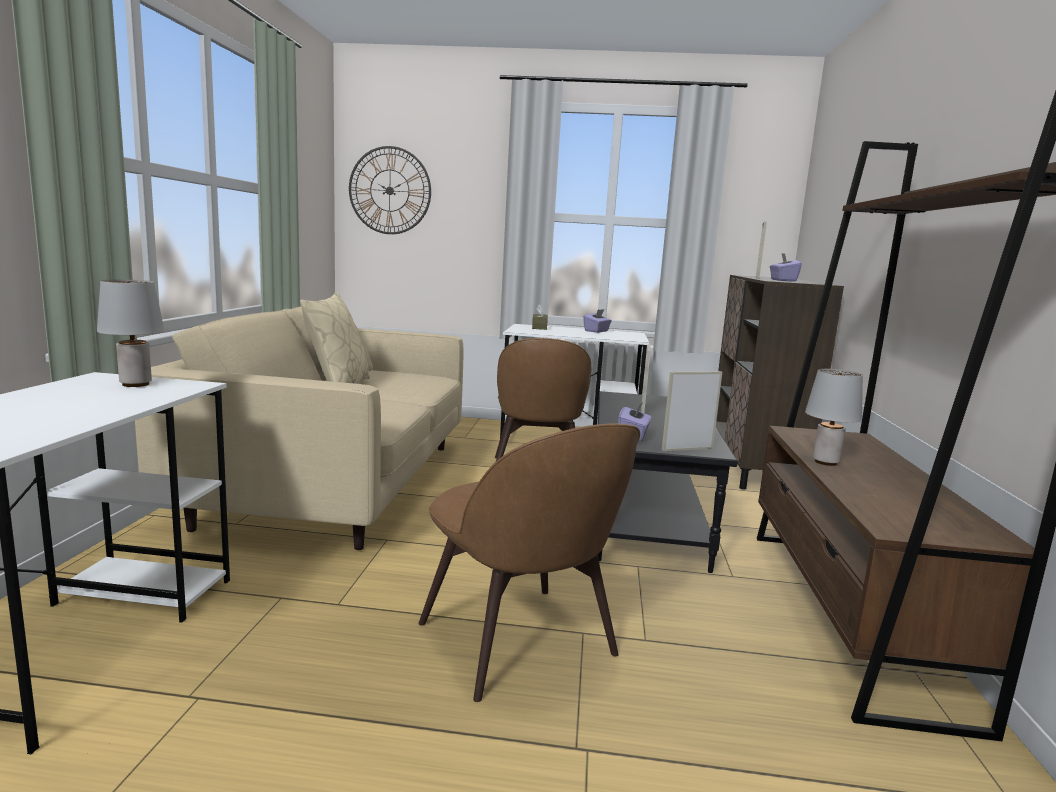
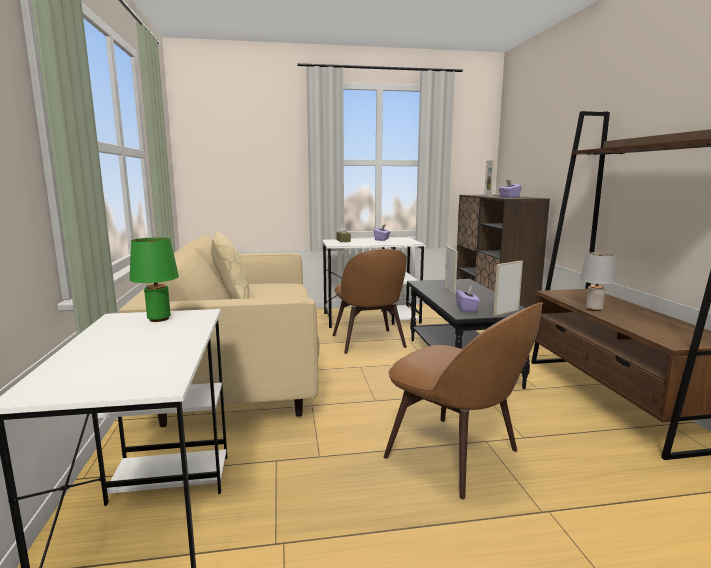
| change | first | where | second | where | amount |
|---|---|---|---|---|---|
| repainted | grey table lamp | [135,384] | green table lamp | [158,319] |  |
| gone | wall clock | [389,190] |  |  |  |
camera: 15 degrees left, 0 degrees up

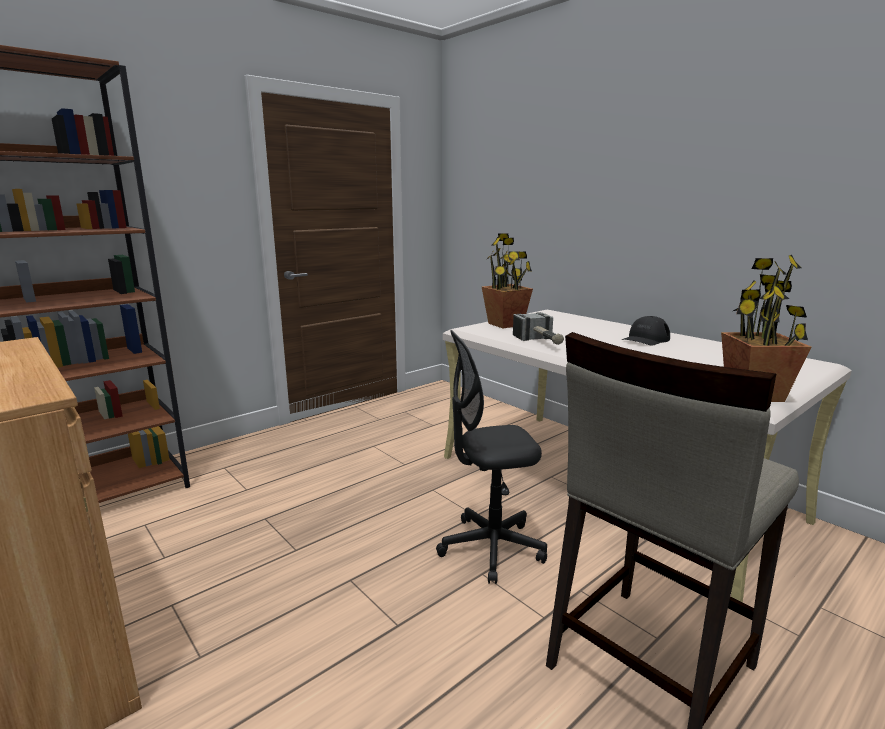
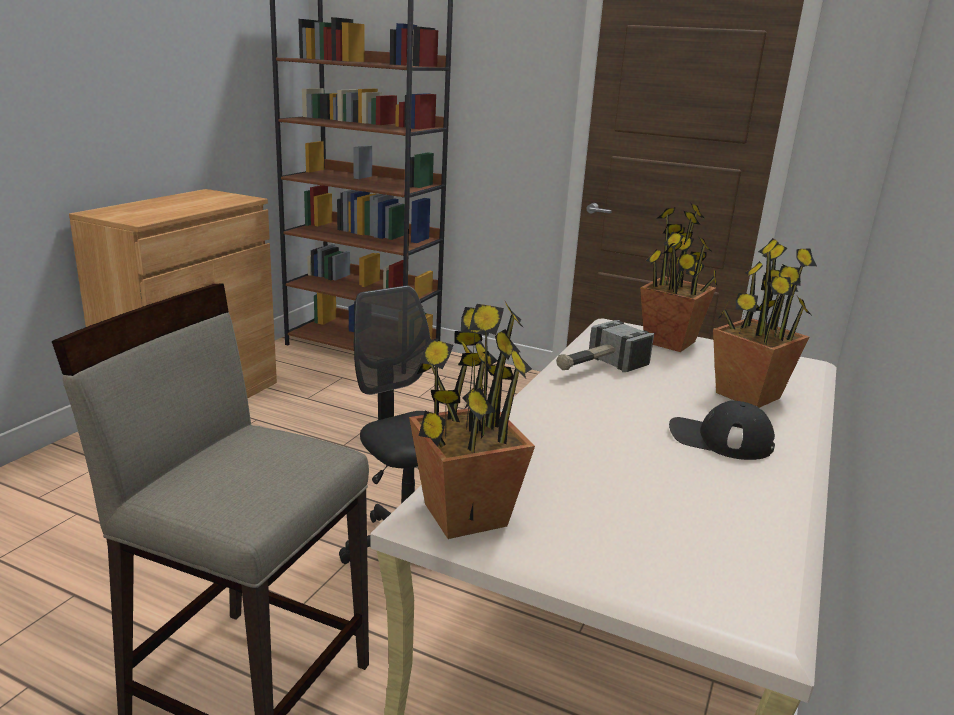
| change | first | where | second | where | amount |
|---|---|---|---|---|---|
| new |  |  | potted plant | [747,395] |  |
camera: 65 degrees right, 5 degrees up

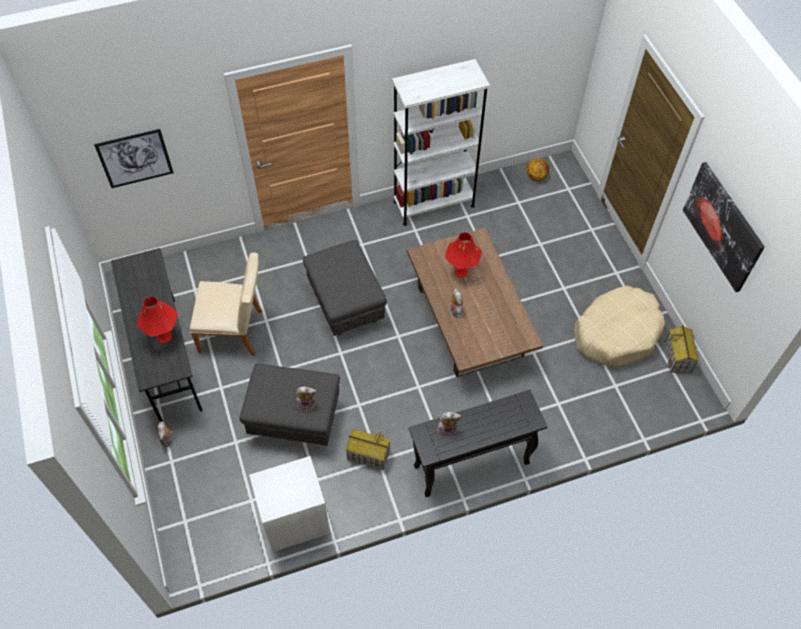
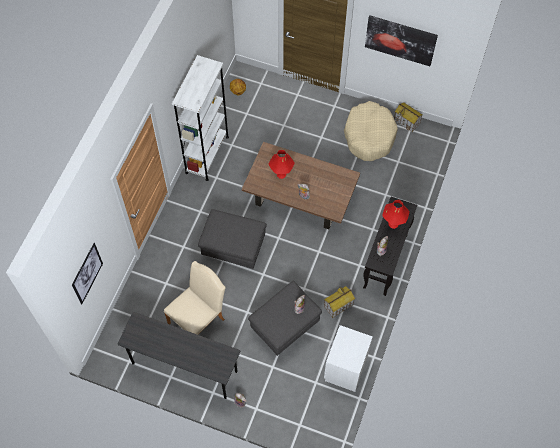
| change | first | where | second | where | amount |
|---|---|---|---|---|---|
| shifted | red table lamp | [164,336] |  | [393,224] |  |
camera: 50 degrees left, 5 degrees up

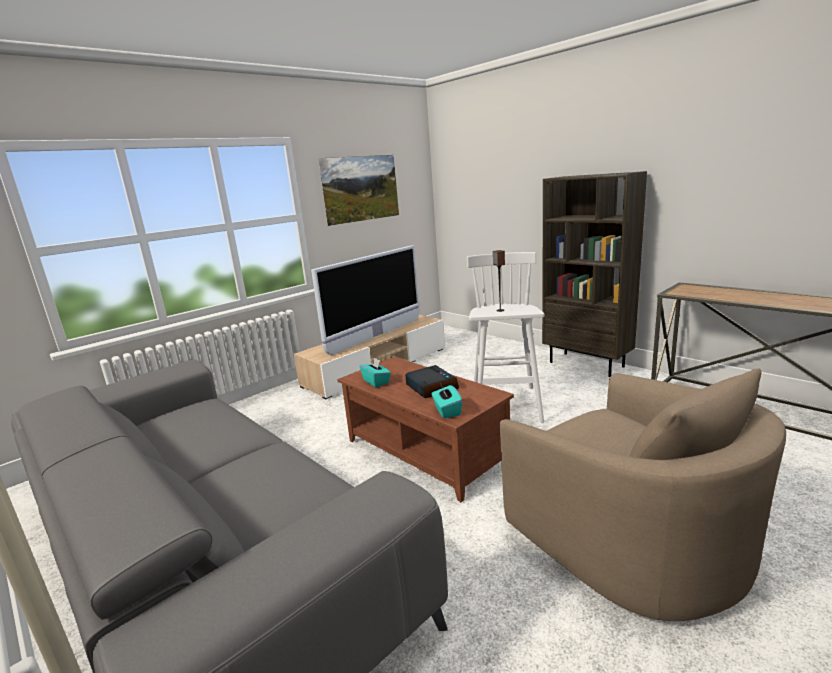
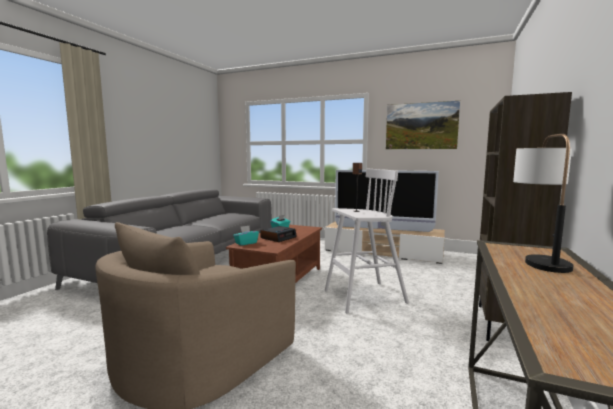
| change | first | where | second | where | amount |
|---|---|---|---|---|---|
| new |  |  | table lamp | [538,259] |  |
camera: 65 degrees right, 10 degrees down

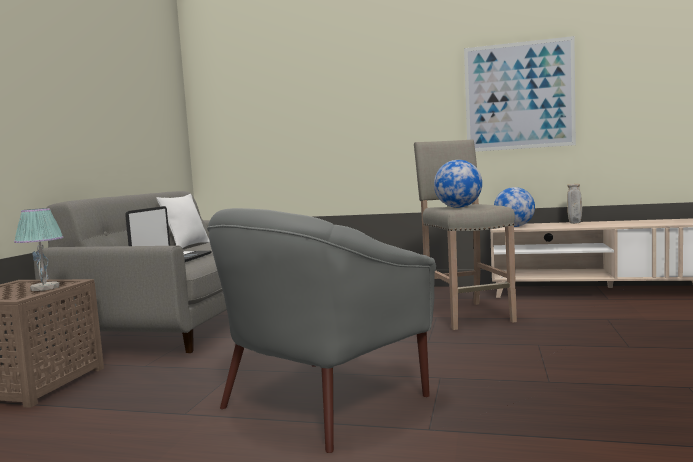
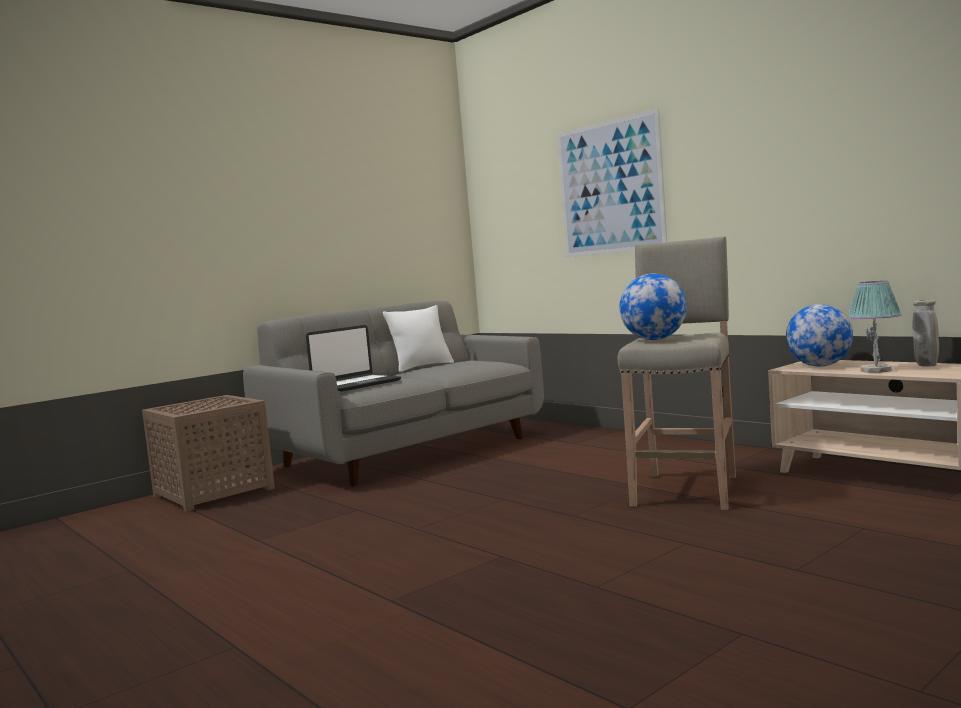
| change | first | where | second | where | amount |
|---|---|---|---|---|---|
| shifted | picture | [519,96] |  | [610,188] |  |
| shifted | table lamp | [45,288] |  | [876,370] |  |
| gone | grey armchair | [321,401] |  |  |  |
camera: 35 degrees right, 0 degrees up

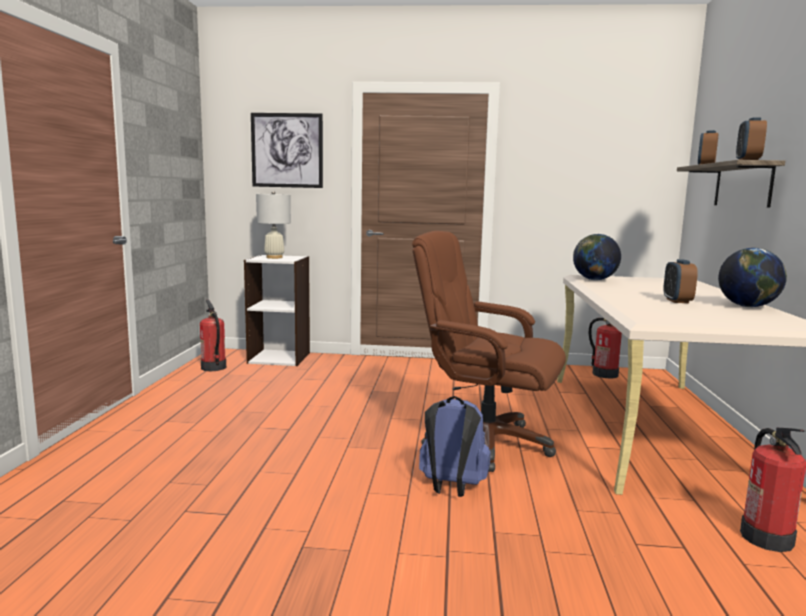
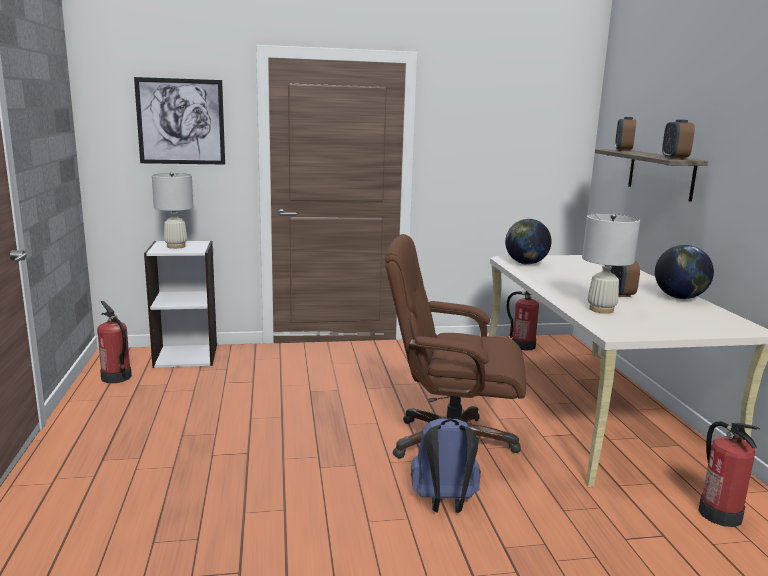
| change | first | where | second | where | amount |
|---|---|---|---|---|---|
| new |  |  | white table lamp | [601,310] |  |
camera: 15 degrees left, 5 degrees up

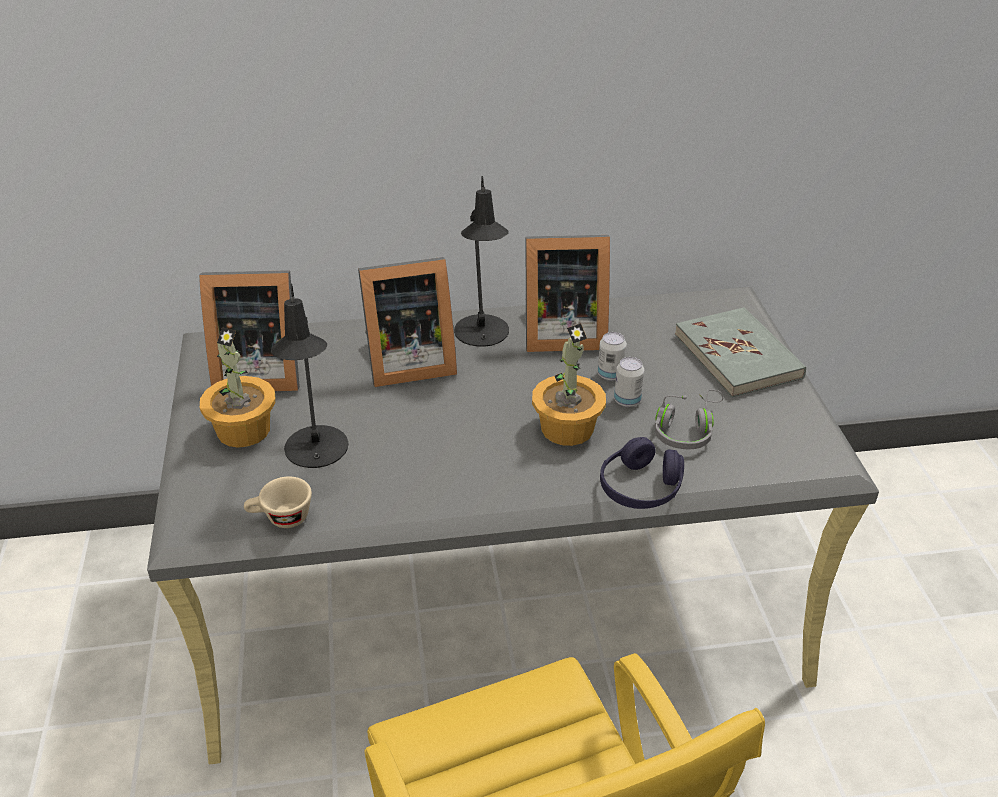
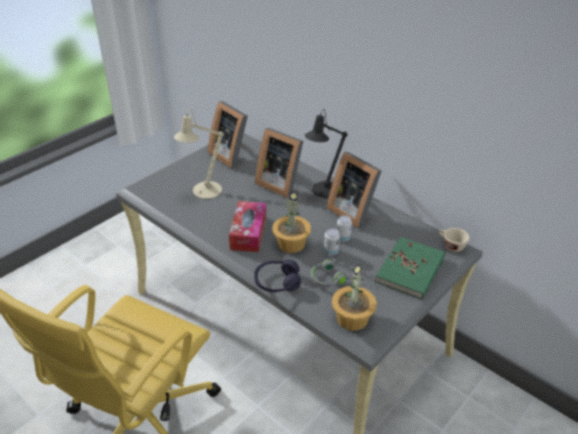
| change | first | where | second | where | amount |
|---|---|---|---|---|---|
| repainted | black table lamp | [316,453] | beige table lamp | [204,192] |  |
| new |  |  | tissue box | [248,233] |  |
| shifted | potted plant | [244,429] |  | [353,318] |  |
| repainted | grey book | [738,356] | green book | [410,270] |  |
| shifted | beige cup | [281,518] |  | [450,245] |  |
camera: 50 degrees right, 0 degrees up

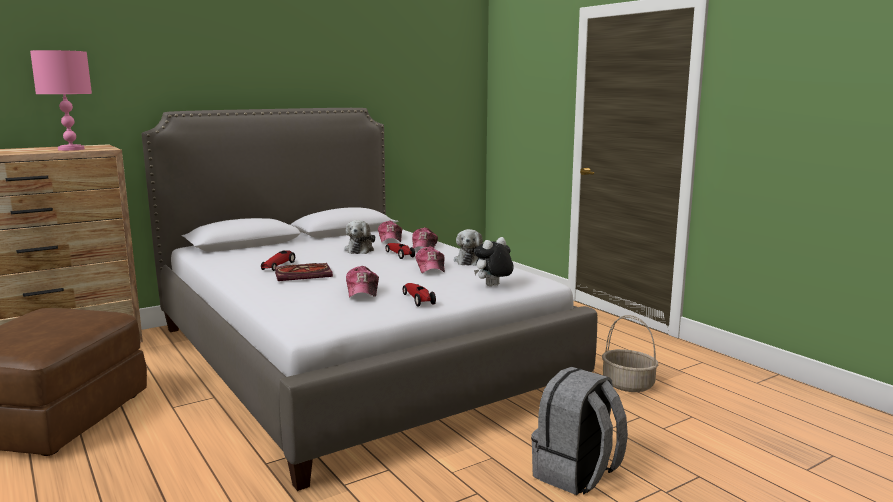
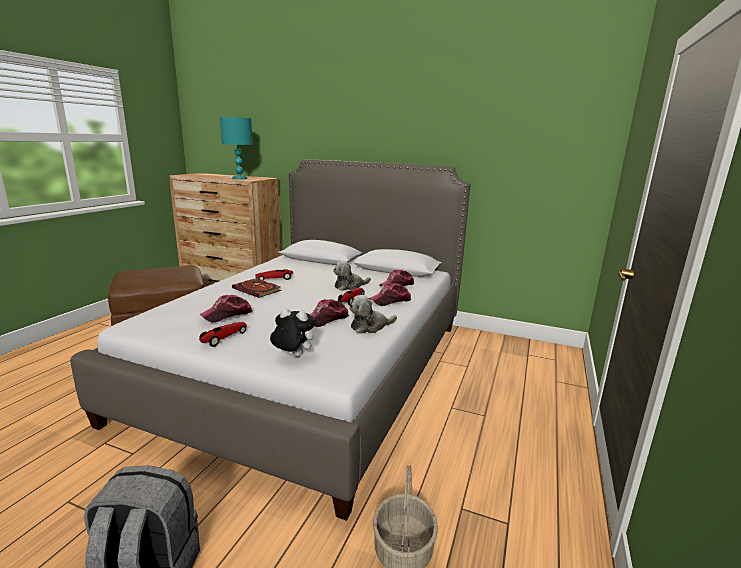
| change | first | where | second | where | amount |
|---|---|---|---|---|---|
| repainted | pink table lamp | [71,149] | turquoise table lamp | [239,178] |  |
camera: 55 degrees right, 5 degrees up

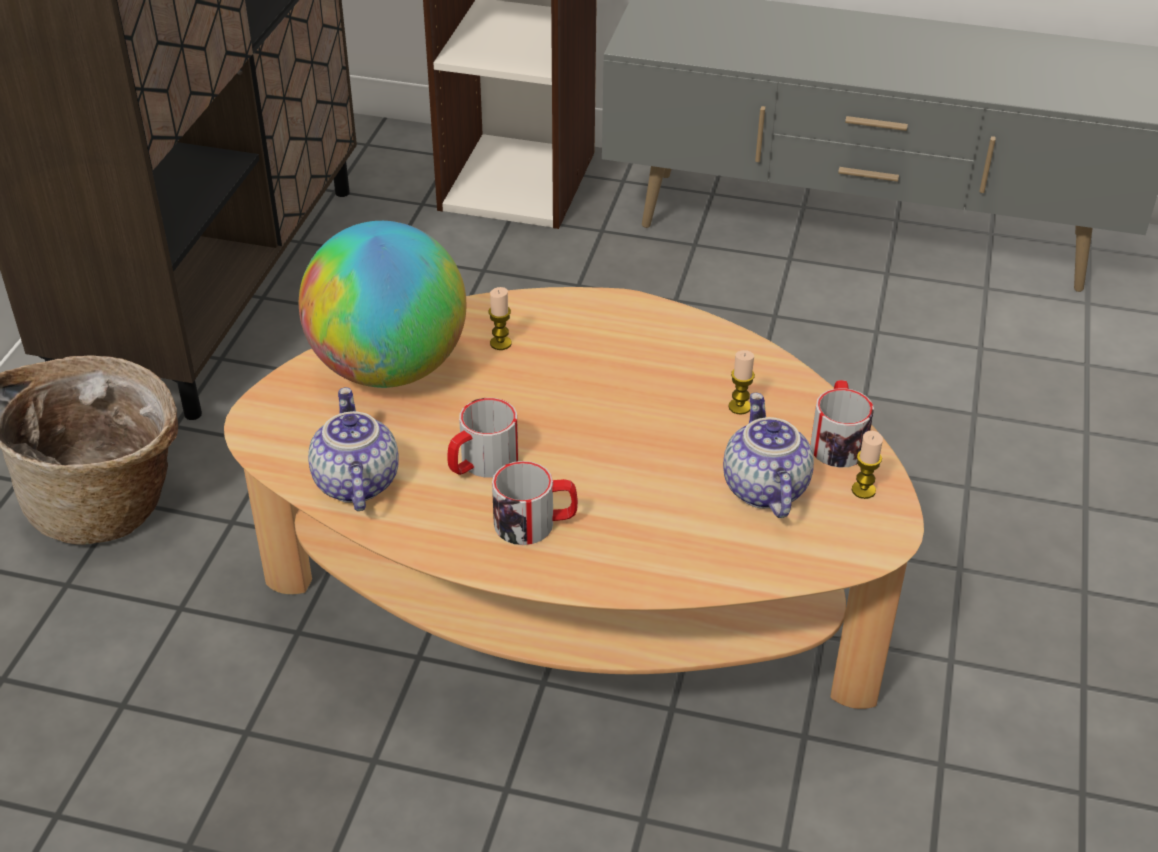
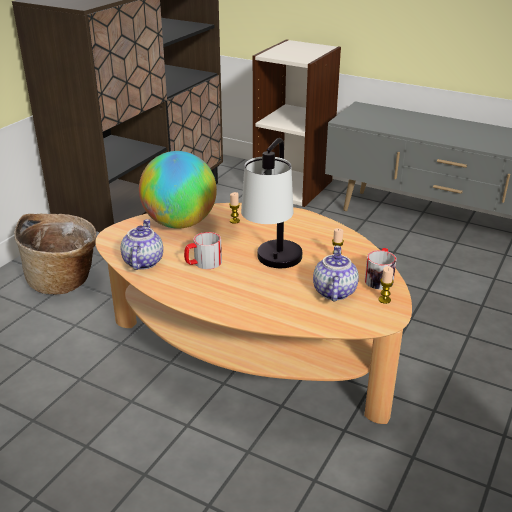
| change | first | where | second | where | amount |
|---|---|---|---|---|---|
| new |  |  | table lamp | [274,268] |  |
| gone | mug | [535,523] |  |  |  |
camera: 15 degrees right, 10 degrees down

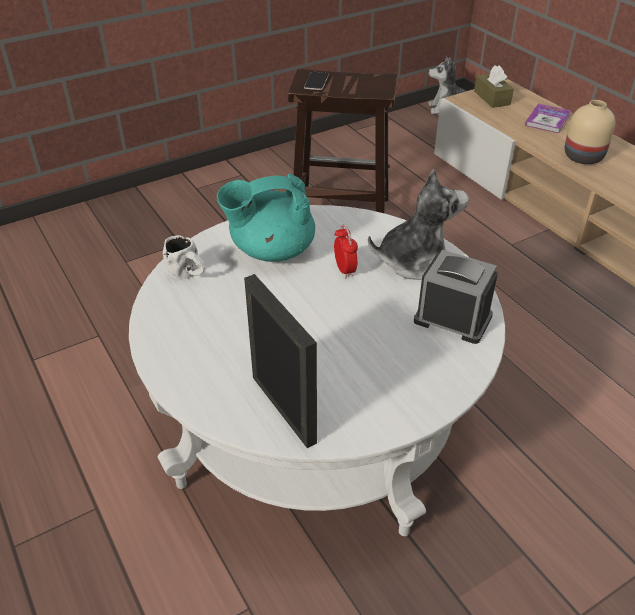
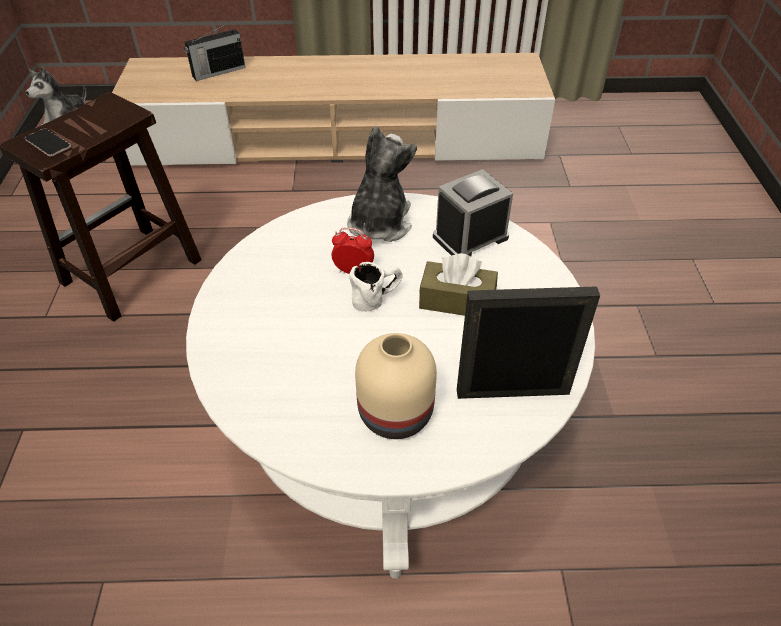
| change | first | where | second | where | amount |
|---|---|---|---|---|---|
| swapped | book | [547,120] | radio | [218,72] |  |
| shifted | white mug | [189,275] |  | [377,298] |  |
| shifted | beige vase | [583,156] |  | [394,412] |  |
| shifted | brown tissue box | [492,98] |  | [457,301] |  |
| gone | turquoise teapot | [271,251] |  |  |  |
camera: 60 degrees left, 5 degrees up

